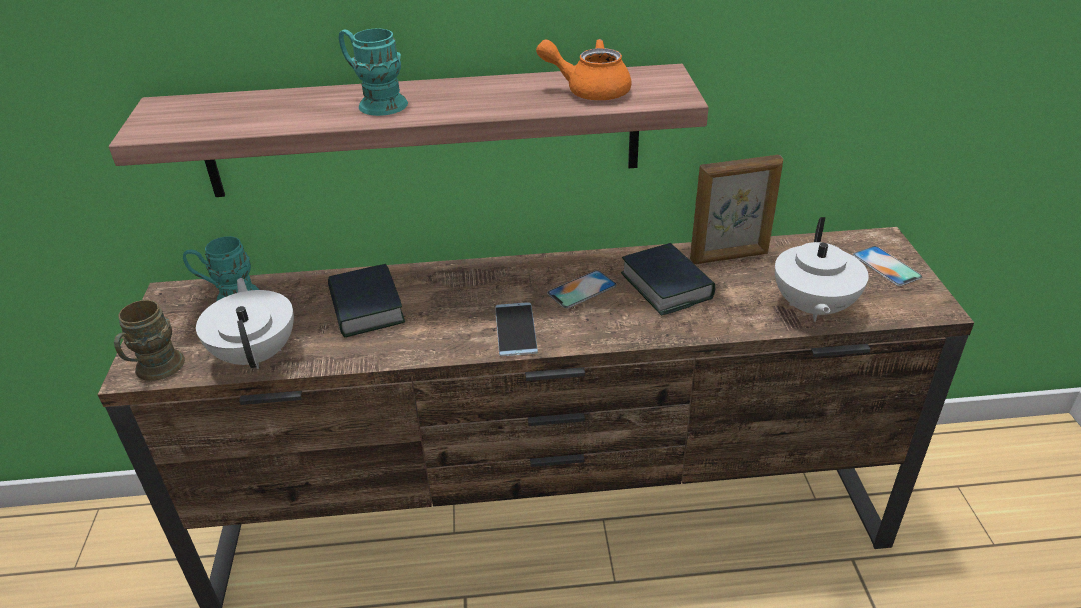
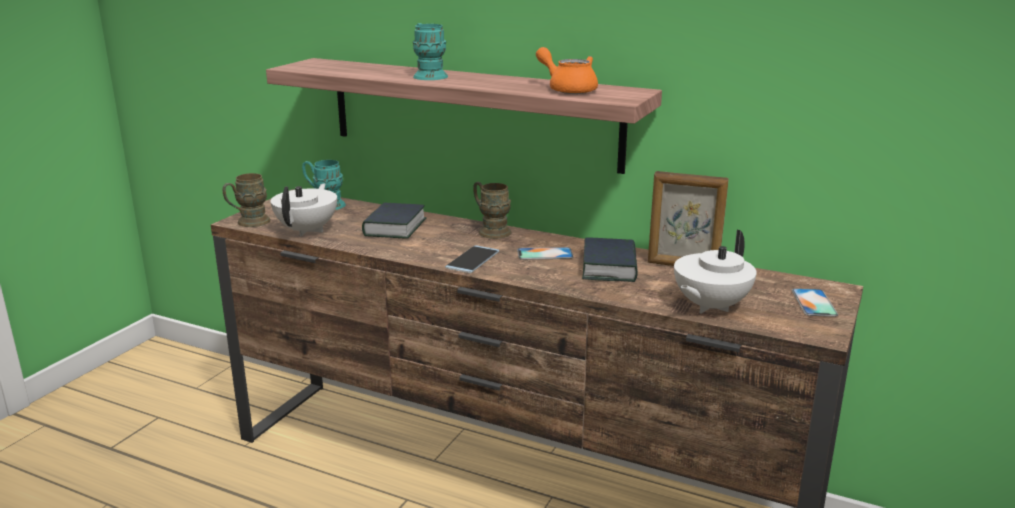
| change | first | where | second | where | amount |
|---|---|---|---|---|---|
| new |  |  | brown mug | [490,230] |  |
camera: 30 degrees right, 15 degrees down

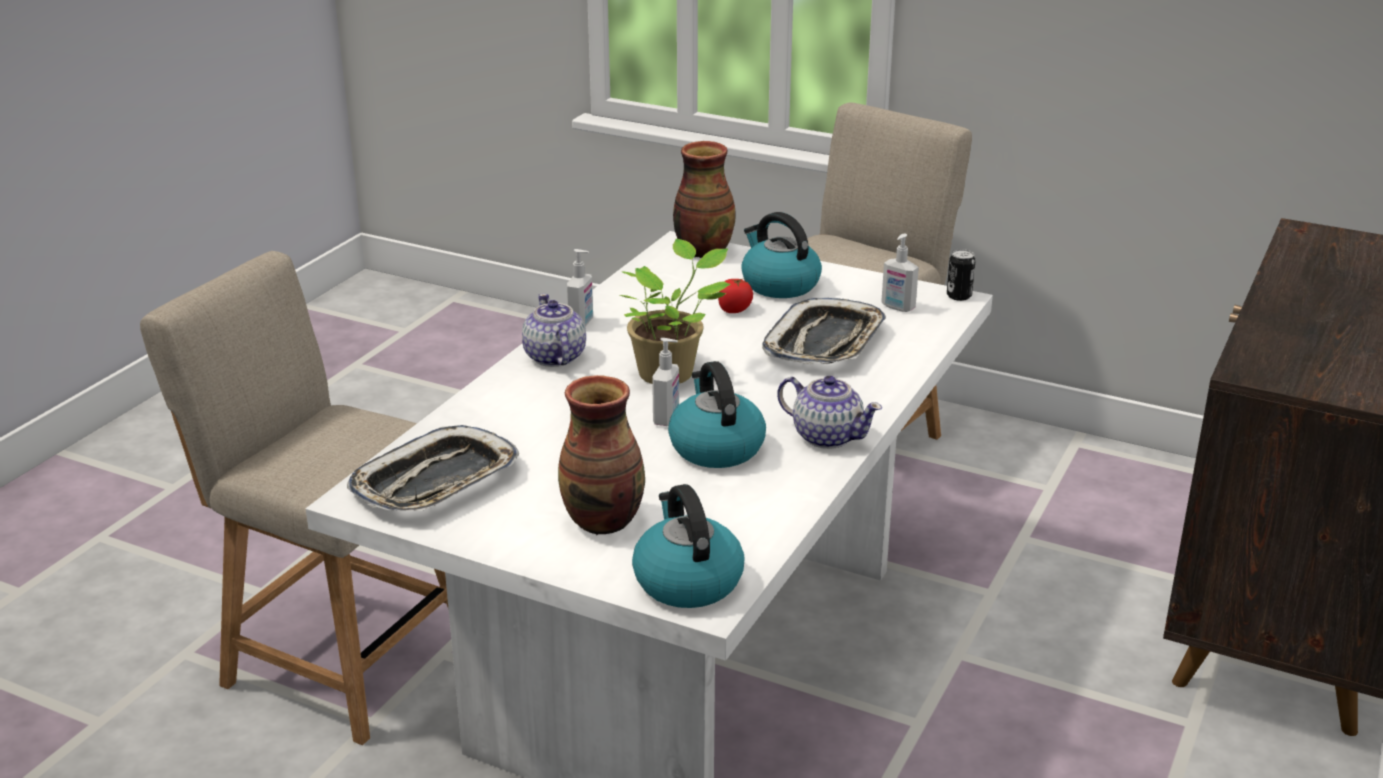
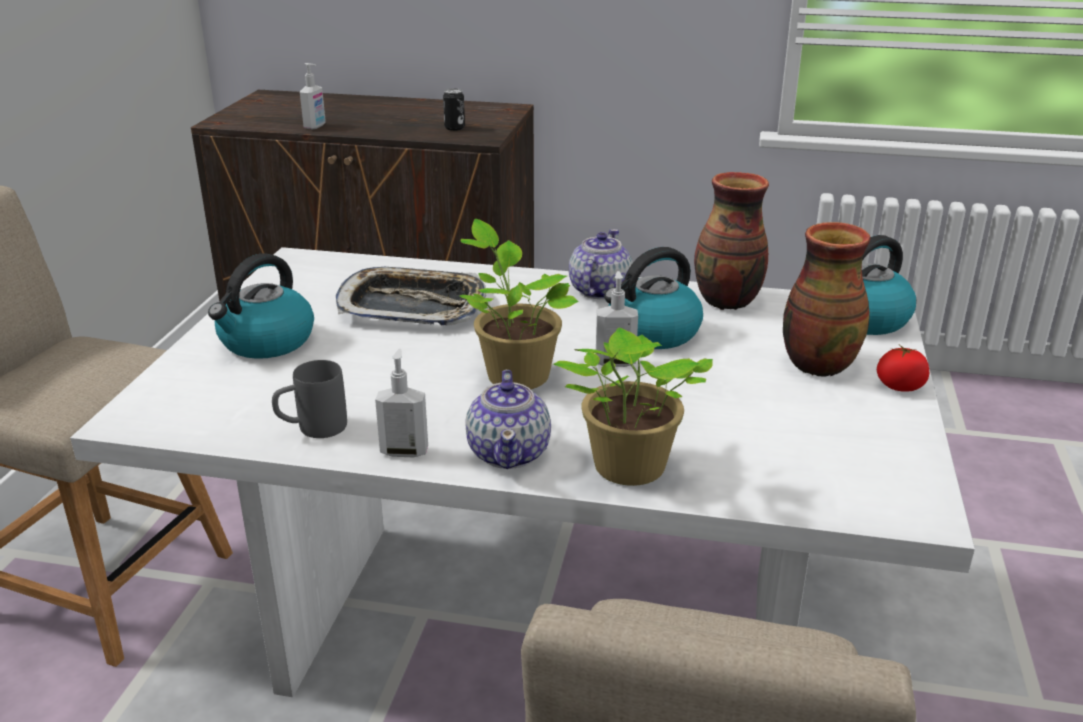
| change | first | where | second | where | amount |
|---|---|---|---|---|---|
| new |  |  | grey mug | [312,429] |  |
| shifted | soap dispenser | [897,307] |  | [315,126] |  |
| shifted | can | [959,296] |  | [454,128] |  |
| rotated | teapot | [554,357] |  | [509,452] | 60 degrees counterclockwise |
| new |  |  | potted plant | [626,469] |  |
| shifted | vase | [702,250] |  | [726,301] |  |
| shifted | tomato | [734,309] |  | [899,386] |  |
| gone | tray | [436,482] |  |  |  |
camera: 105 degrees left, 0 degrees up

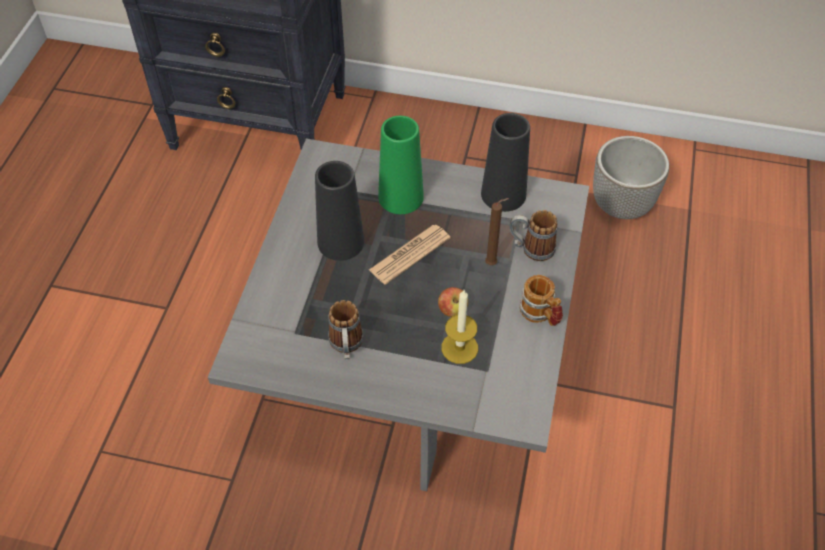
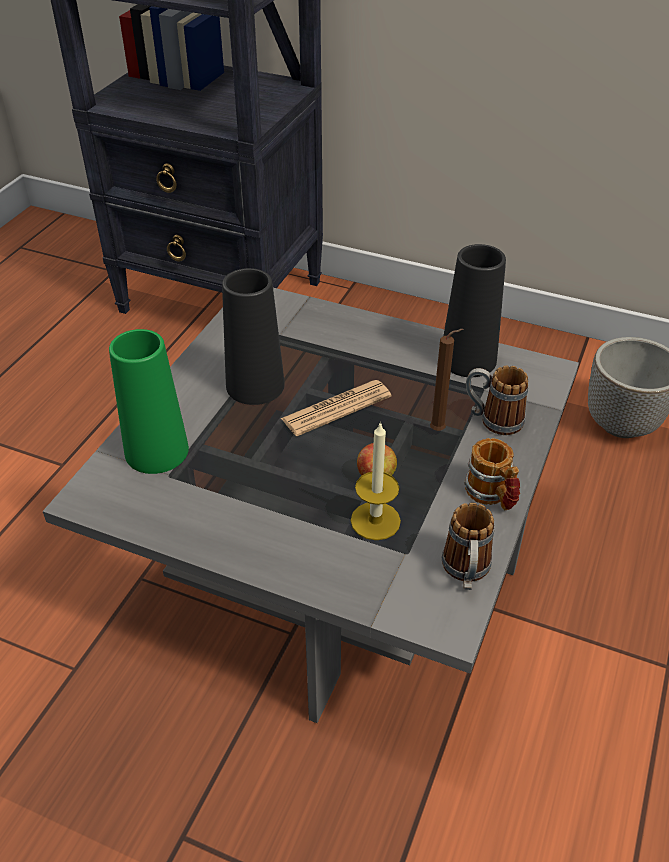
| change | first | where | second | where | amount |
|---|---|---|---|---|---|
| shifted | green vase | [401,197] |  | [156,451] |  |
| shifted | mug | [346,346] |  | [466,573] |  |
camera: 10 degrees right, 10 degrees down

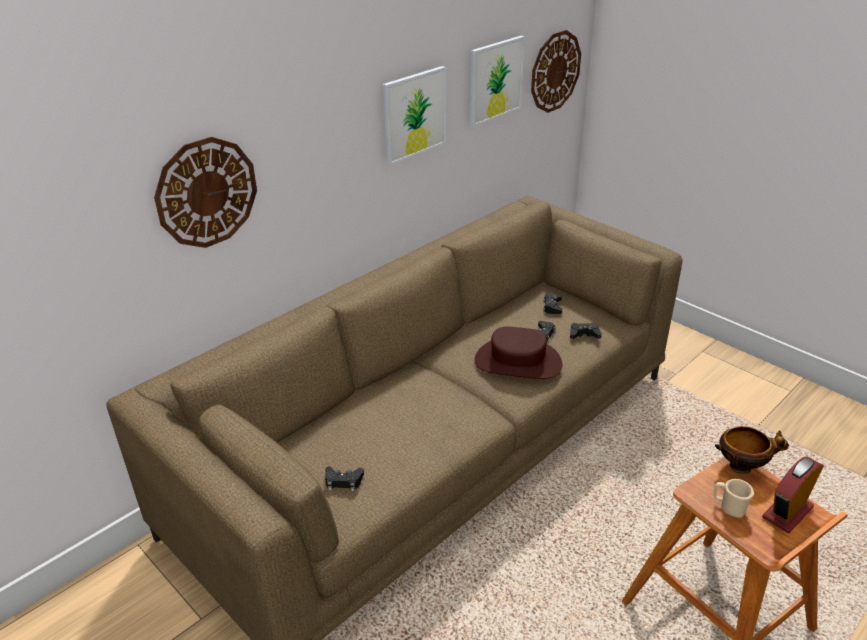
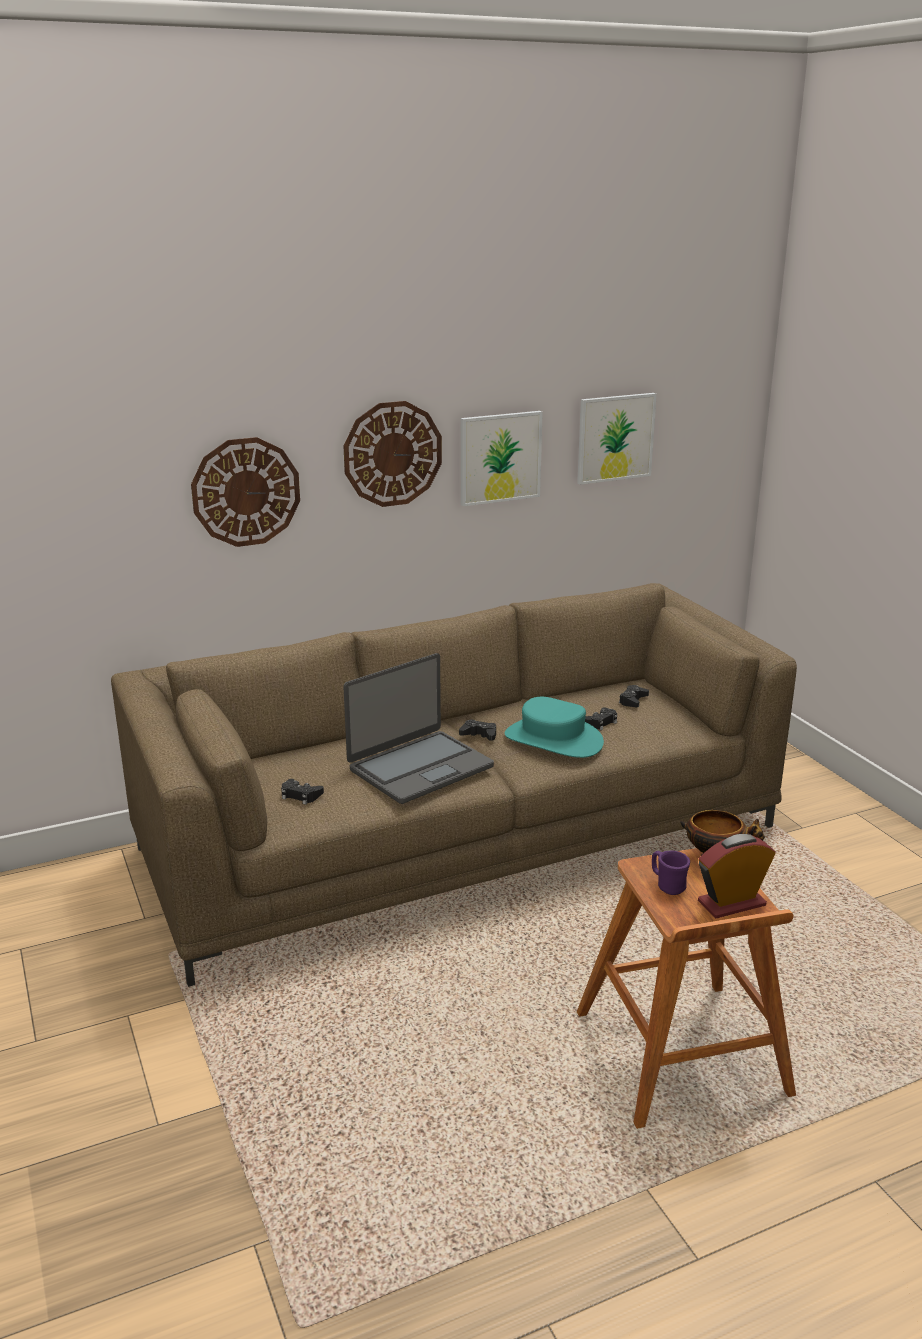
| change | first | where | second | where | amount |
|---|---|---|---|---|---|
| new |  |  | laptop | [419,768] |  |
| shifted | wall clock | [555,71] |  | [392,454] |  |
| shifted | black game controller | [584,334] |  | [479,735] |  |
| repainted | brown hat | [517,362] | turquoise hat | [553,739] |  |
| repainted | beige mug | [728,508] | purple mug | [667,885] |  |
camera: 20 degrees right, 10 degrees down

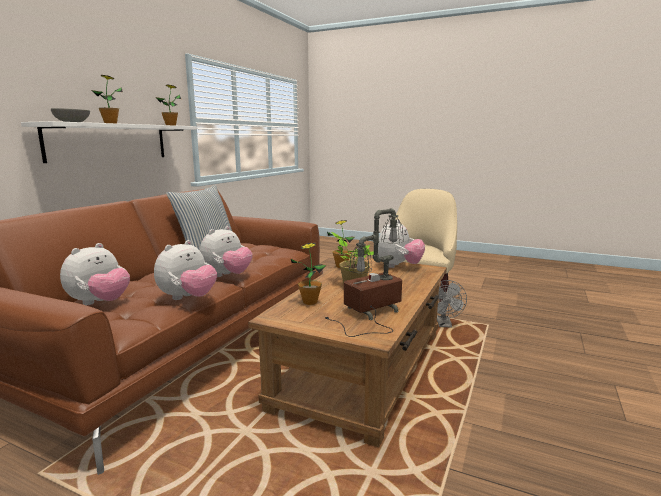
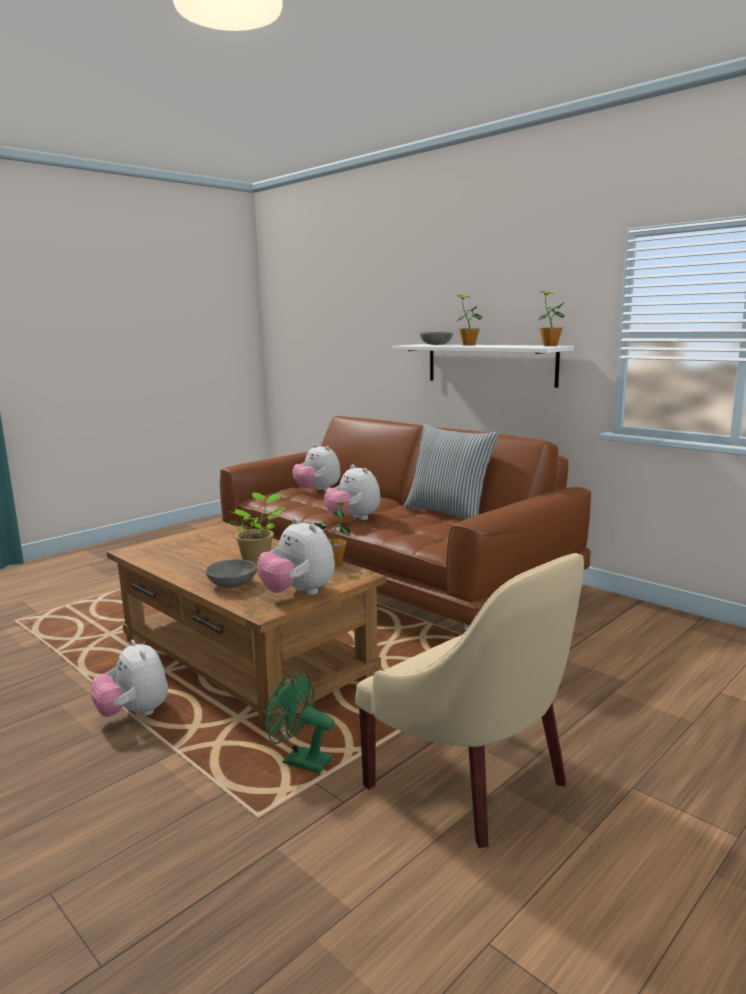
| change | first | where | second | where | amount |
|---|---|---|---|---|---|
| shifted | plush toy | [188,298] |  | [134,713] |  |
| new |  |  | grey bowl | [232,585] |  |
| repainted | grey fan | [444,325] | green fan | [300,761] |  |
| gone | potted plant | [310,302] |  |  |  |
| gone | table lamp | [369,313] |  |  |  |
camera: 110 degrees right, 0 degrees up

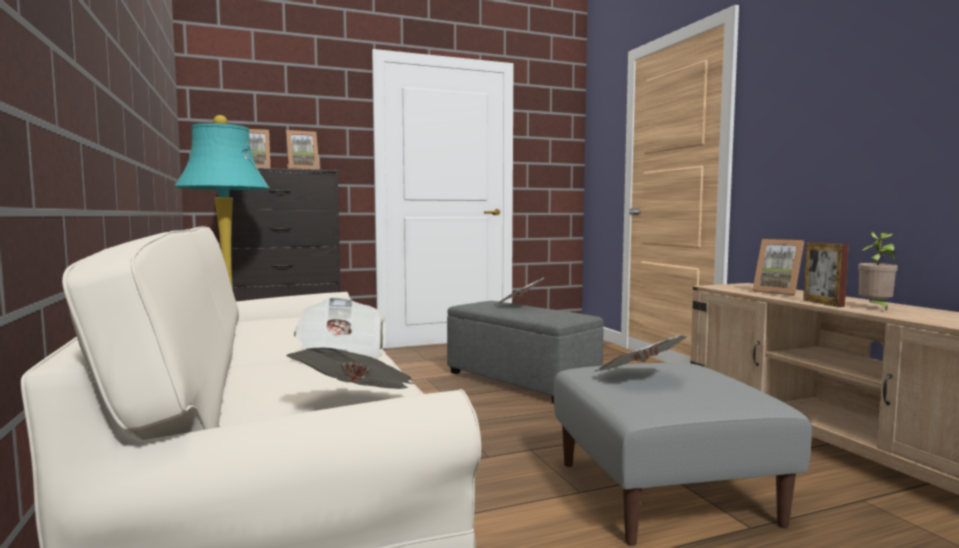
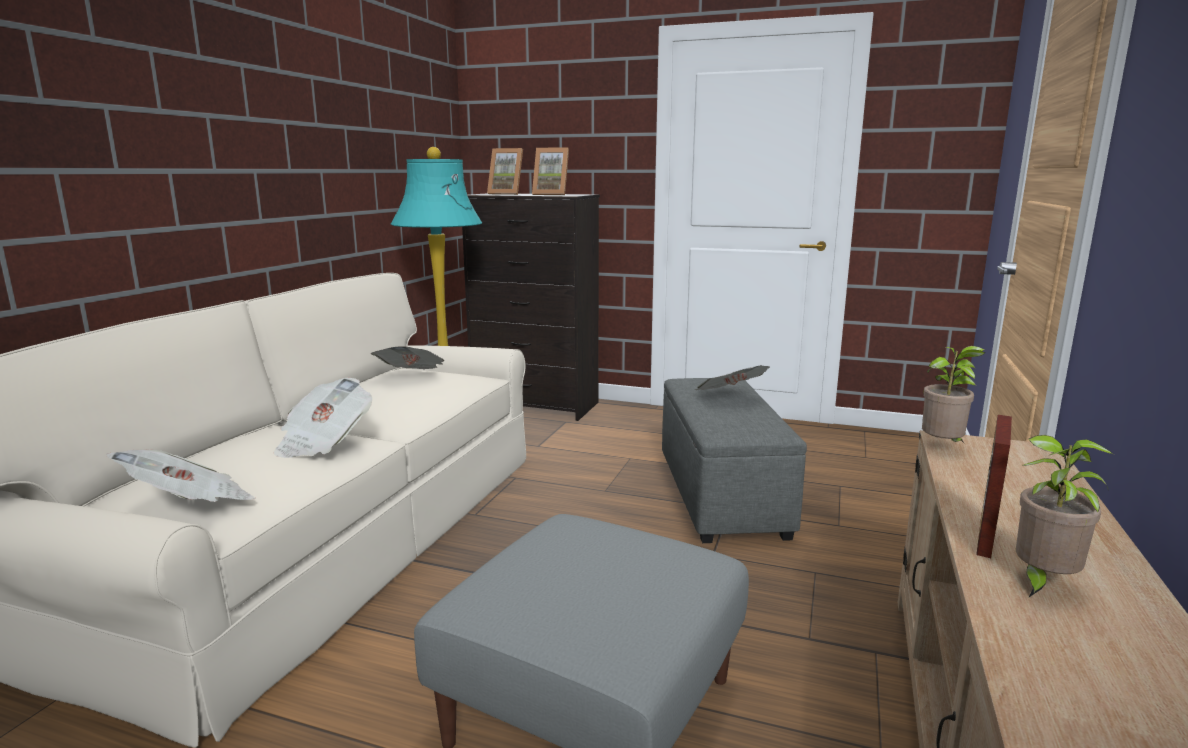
| change | first | where | second | where | amount |
|---|---|---|---|---|---|
| shifted | newspaper | [638,378] |  | [412,377] |  |
| new |  |  | potted plant | [943,447] |  |
| gone | picture frame | [778,292] |  |  |  |
camera: 40 degrees right, 10 degrees up

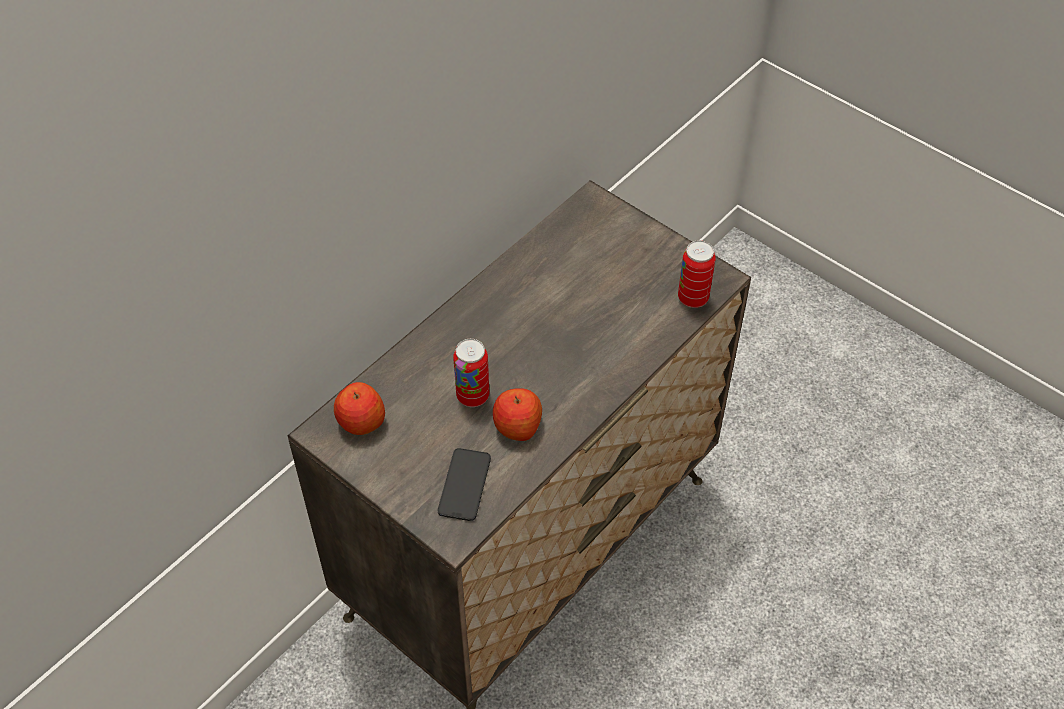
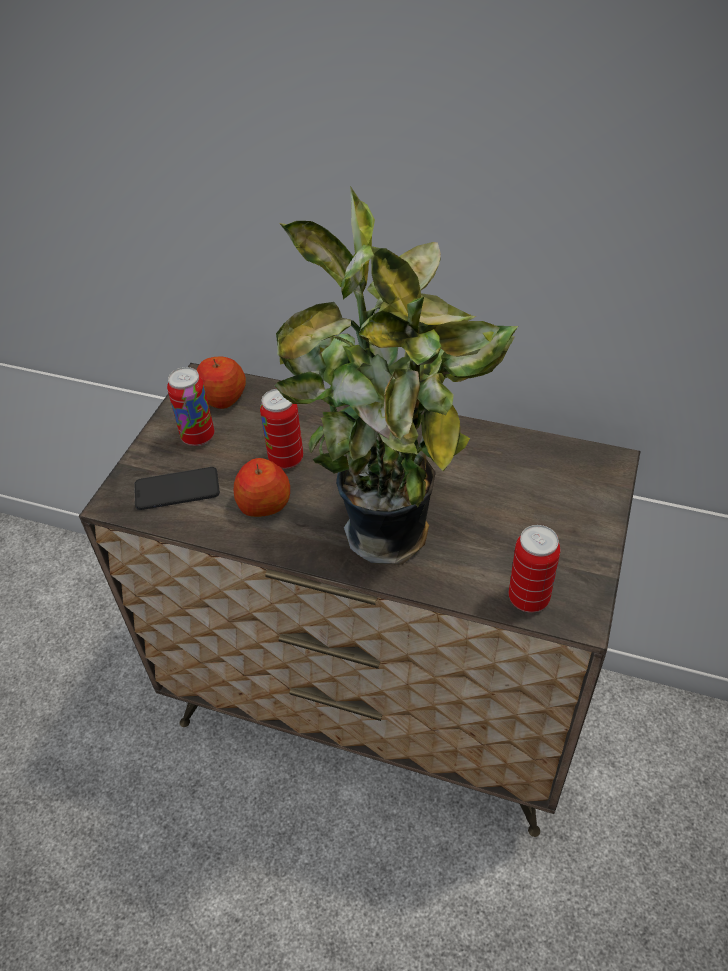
| change | first | where | second | where | amount |
|---|---|---|---|---|---|
| new |  |  | can | [198,437] |  |
| new |  |  | potted plant | [397,538] |  |
camera: 70 degrees right, 5 degrees down

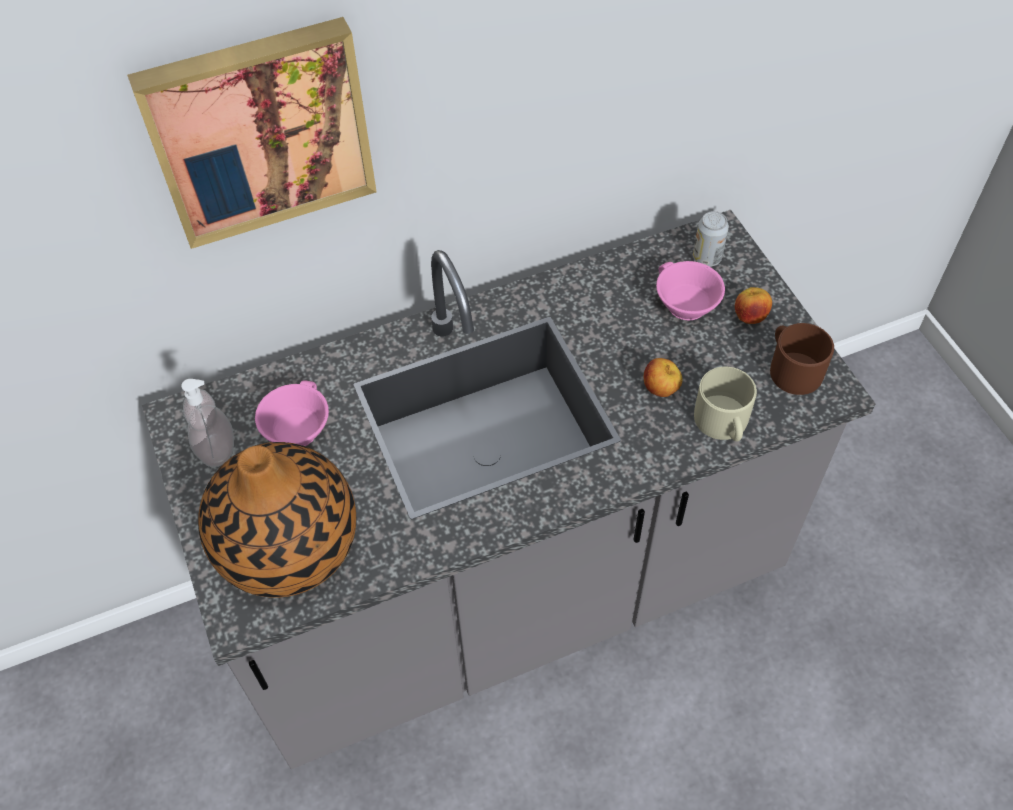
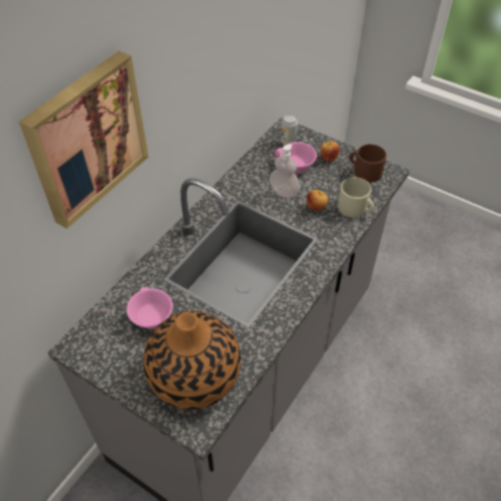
| change | first | where | second | where | amount |
|---|---|---|---|---|---|
| shifted | soap dispenser | [216,448] |  | [284,191] |  |
camera: 35 degrees left, 5 degrees down

